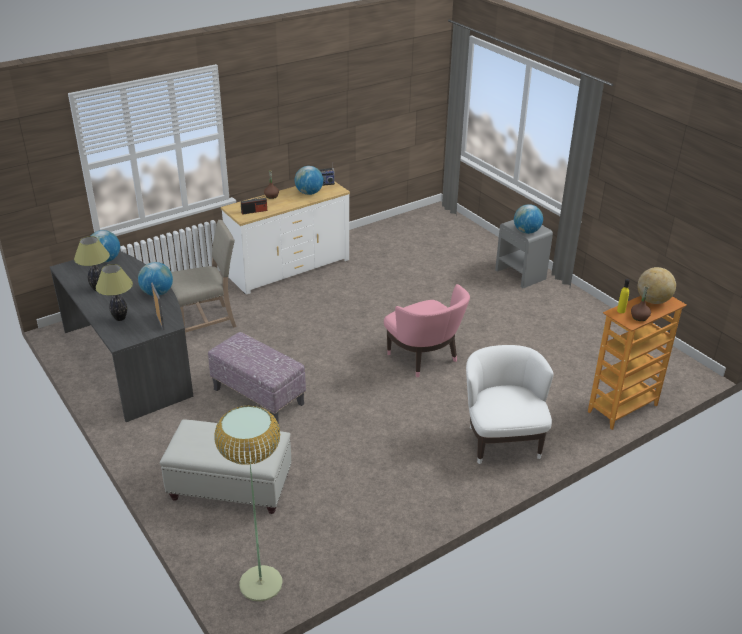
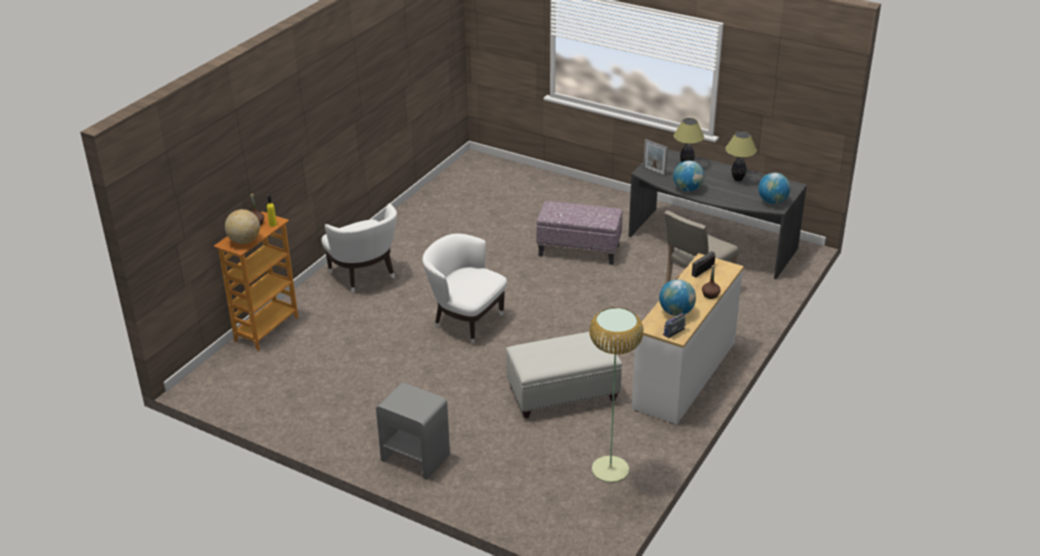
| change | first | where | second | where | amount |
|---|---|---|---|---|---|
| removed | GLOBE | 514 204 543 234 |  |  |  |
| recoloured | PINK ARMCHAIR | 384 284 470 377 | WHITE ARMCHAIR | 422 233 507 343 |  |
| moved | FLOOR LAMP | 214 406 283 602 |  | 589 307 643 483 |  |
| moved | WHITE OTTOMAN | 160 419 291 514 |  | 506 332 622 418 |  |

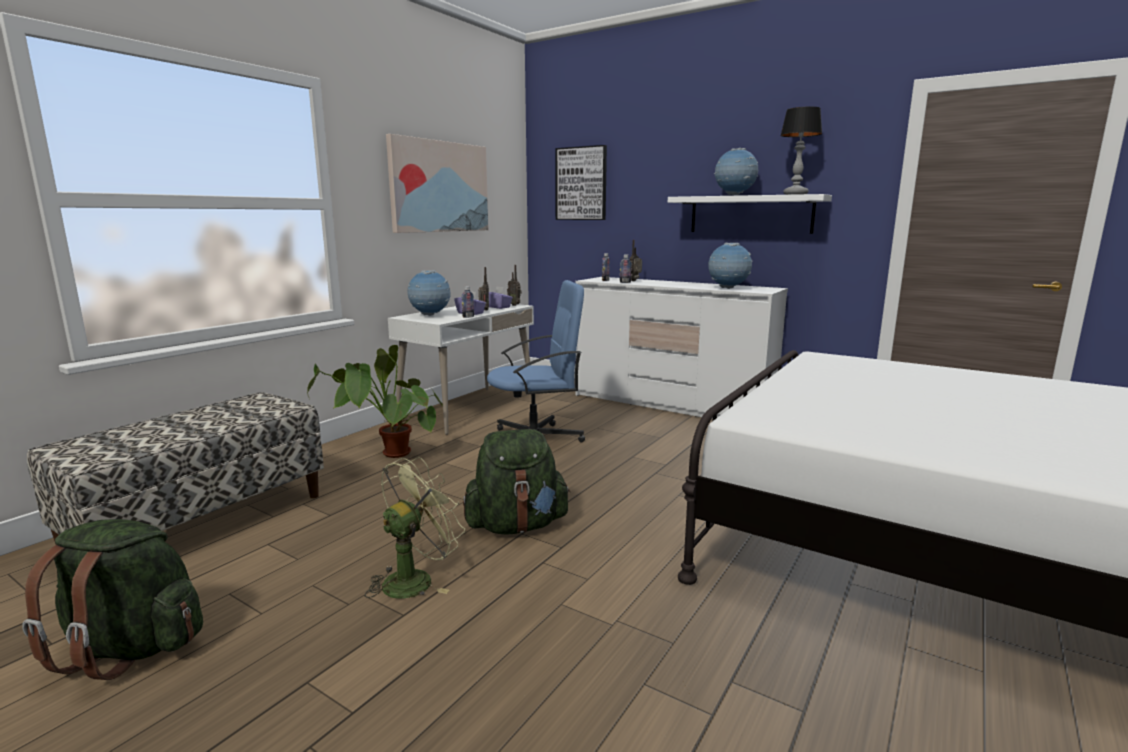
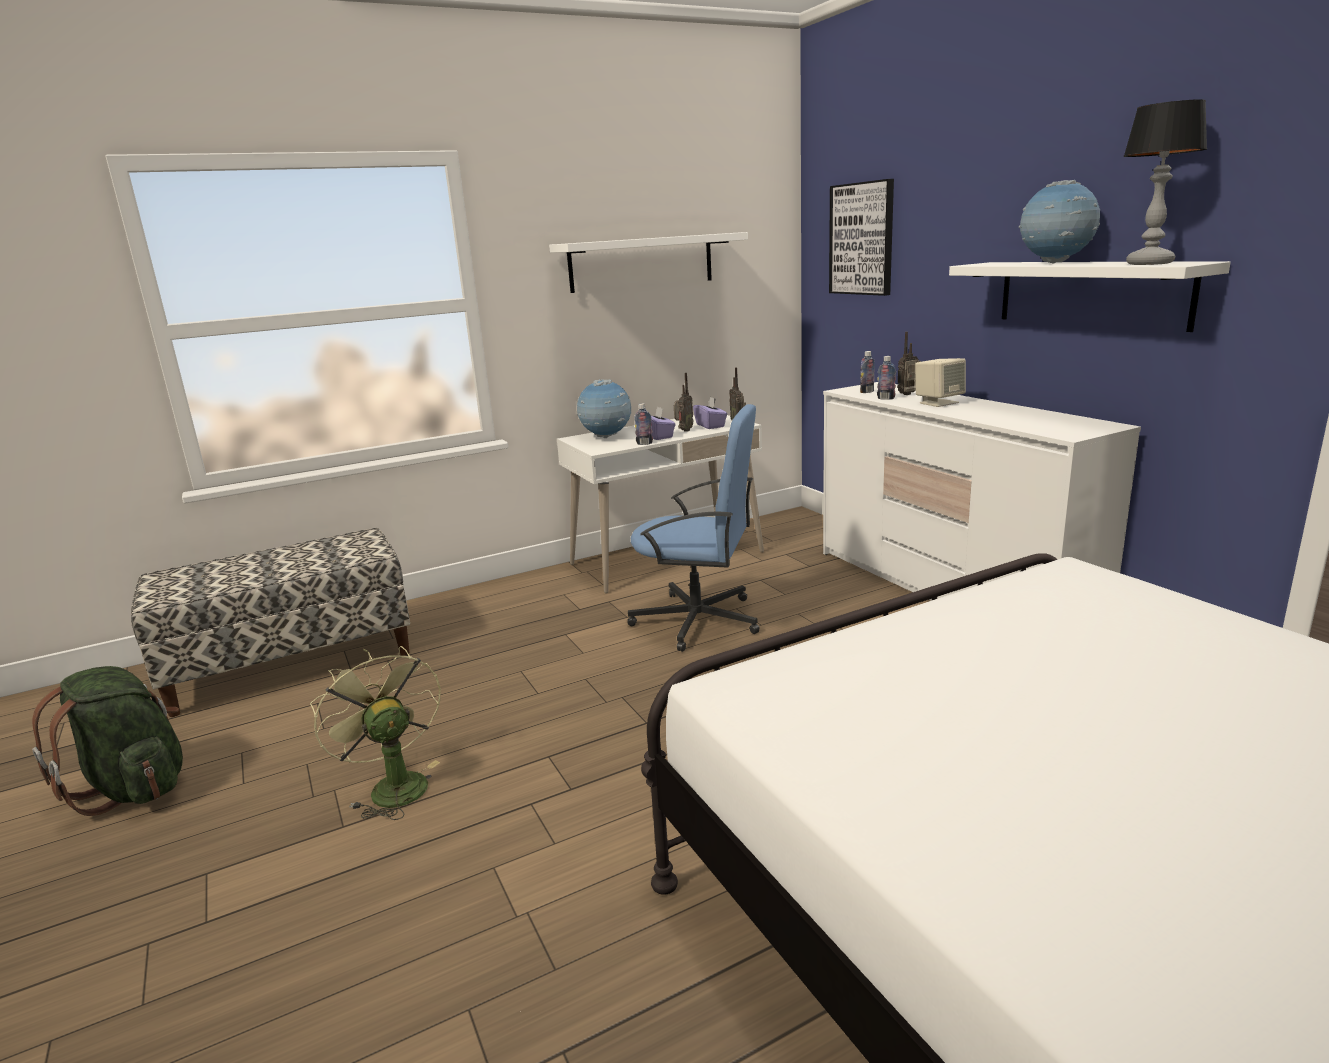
| change | first | where | second | where | amount |
|---|---|---|---|---|---|
| replaced | PICTURE | 386 134 489 233 | WHITE SHELF | 549 232 748 293 |  |
| removed | GLOBE | 708 243 752 289 |  |  |  |
| removed | POTTED PLANT | 307 345 443 458 |  |  |  |
| removed | GREEN BACKPACK | 463 429 570 535 |  |  |  |
| turned | GREEN FAN | 365 457 465 599 |  | 310 646 441 820 | 105 degrees counterclockwise |
| added |  |  | BEIGE SPEAKER | 915 358 966 407 |  |

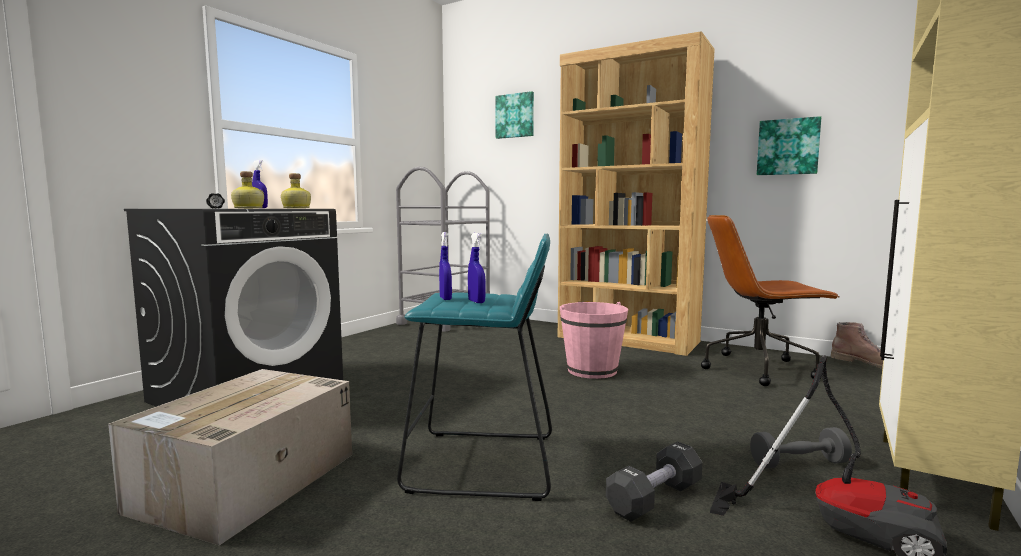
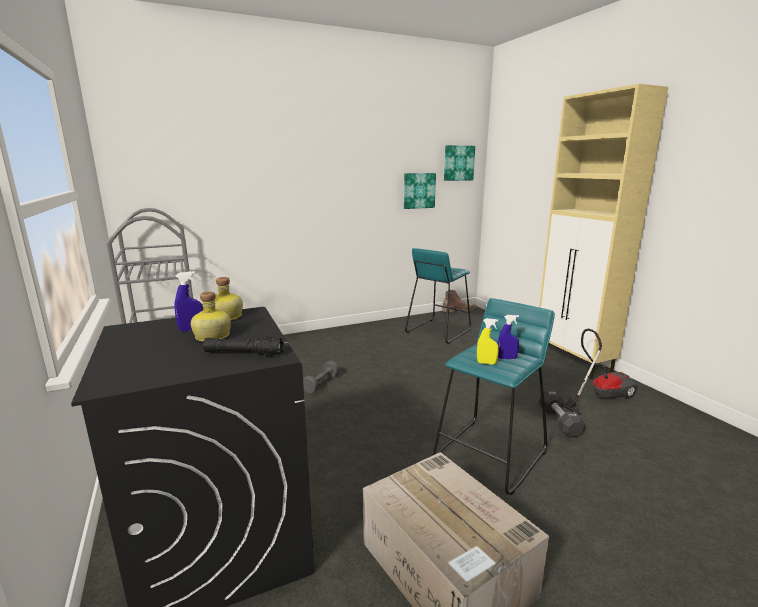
| change | first | where | second | where | amount |
|---|---|---|---|---|---|
| removed | BROWN BOOKCASE | 558 31 715 356 |  |  |  |
| moved | PICTURE | 495 91 534 139 |  | 444 145 475 181 |  |
| replaced | BROWN OFFICE CHAIR | 701 215 840 386 | TURQUOISE STOOL | 405 248 471 344 |  |
| recoloured | BLUE SPRAY BOTTLE | 439 232 452 300 | YELLOW SPRAY BOTTLE | 477 318 499 365 |  |
| removed | PINK BUCKET | 560 302 628 379 |  |  |  |
| moved | GREY DUMBBELL | 750 427 852 469 |  | 303 361 339 394 |  |

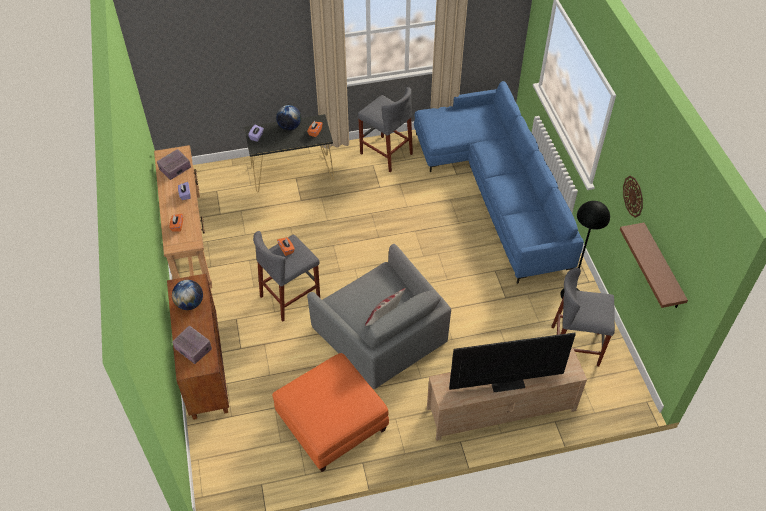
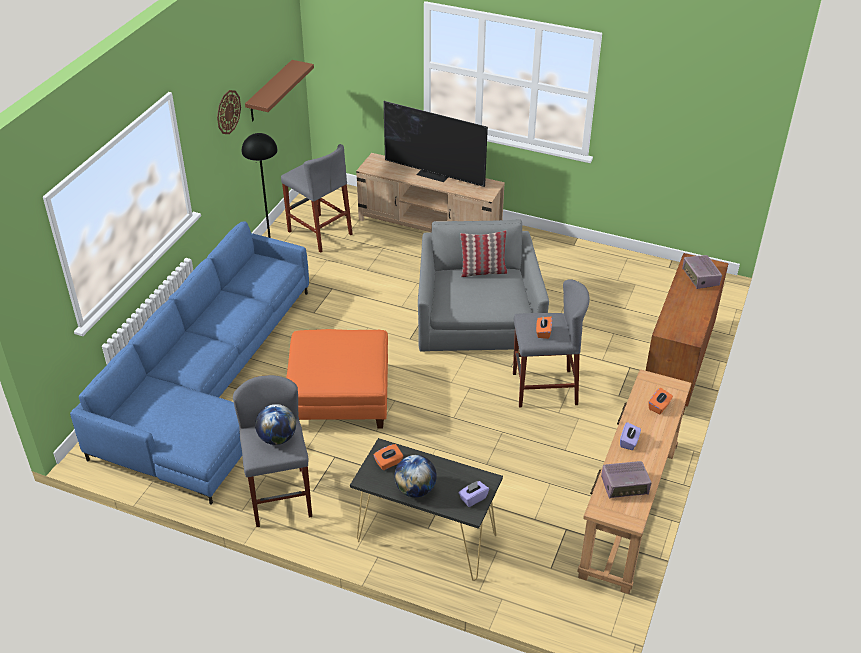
| change | first | where | second | where | amount |
|---|---|---|---|---|---|
| moved | GLOBE | 172 280 203 310 |  | 255 404 296 445 |  |
| moved | ORANGE OTTOMAN | 272 353 389 472 |  | 286 329 388 429 |  |

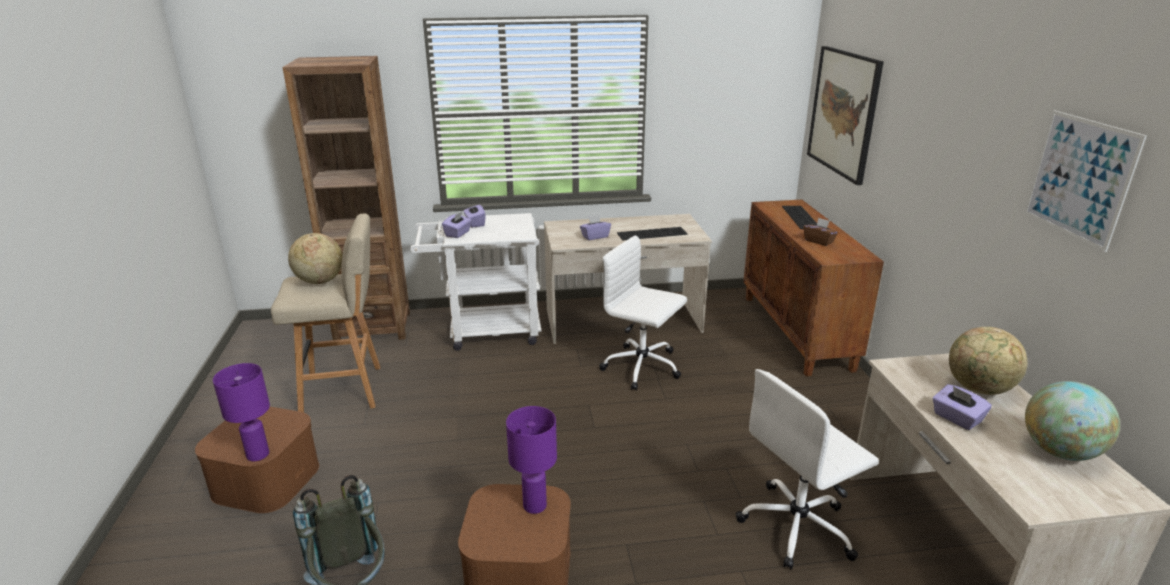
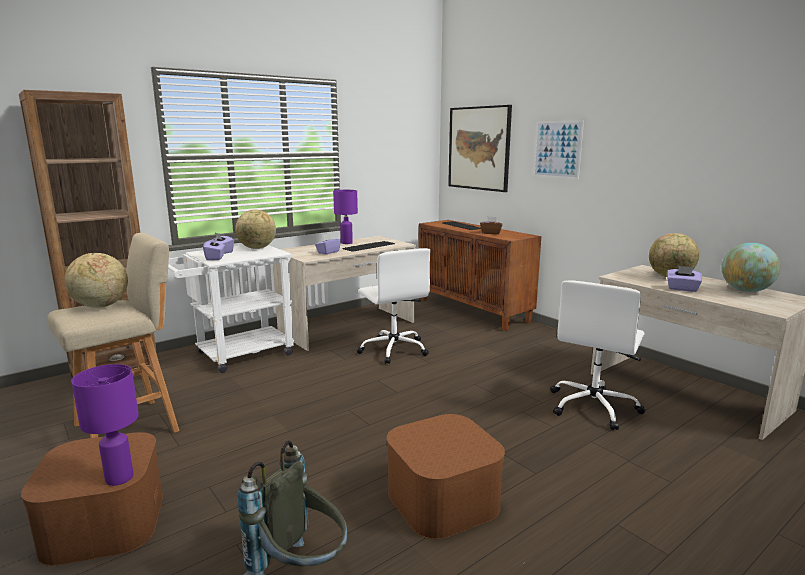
| change | first | where | second | where | amount |
|---|---|---|---|---|---|
| moved | PICTURE | 1024 110 1147 252 |  | 533 120 584 179 |  |
| turned | WHITE OFFICE CHAIR | 599 235 687 390 |  | 356 248 431 364 | 120 degrees counterclockwise |
| moved | PURPLE TABLE LAMP | 506 406 557 514 |  | 333 190 358 244 |  |
| added |  |  | GLOBE | 235 210 276 249 |  |

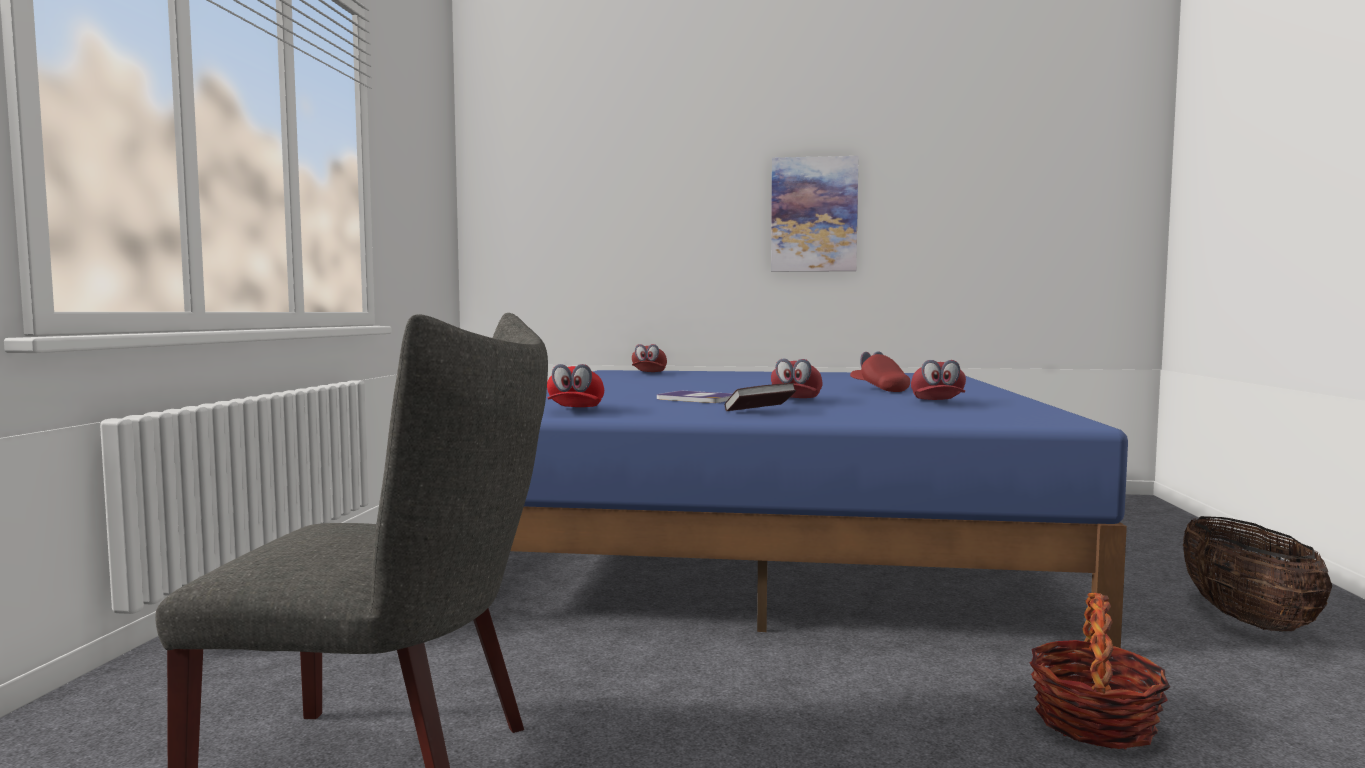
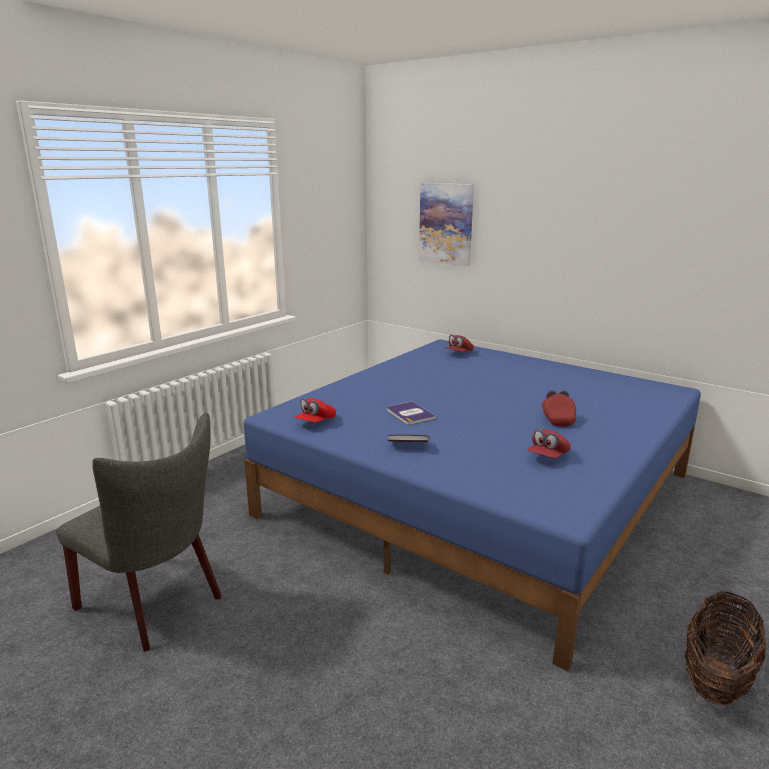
| change | first | where | second | where | amount |
|---|---|---|---|---|---|
| moved | PICTURE | 771 156 859 272 |  | 419 183 474 266 |  |
| removed | RED CAP | 771 359 823 398 |  |  |  |
| removed | BASKET | 1030 593 1170 749 |  |  |  |

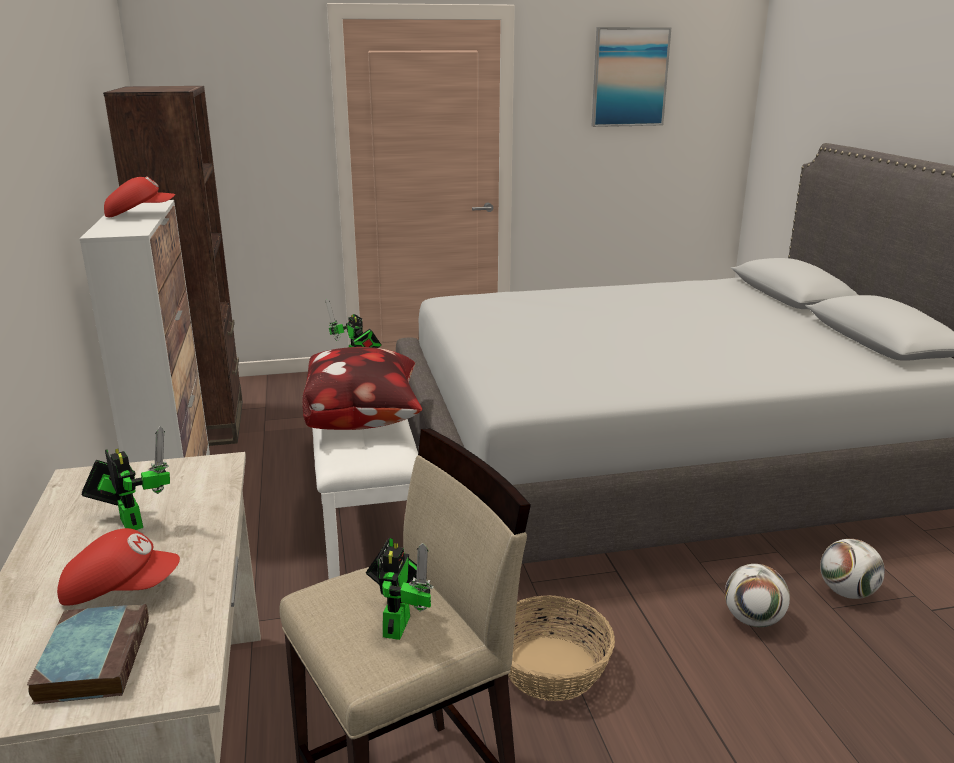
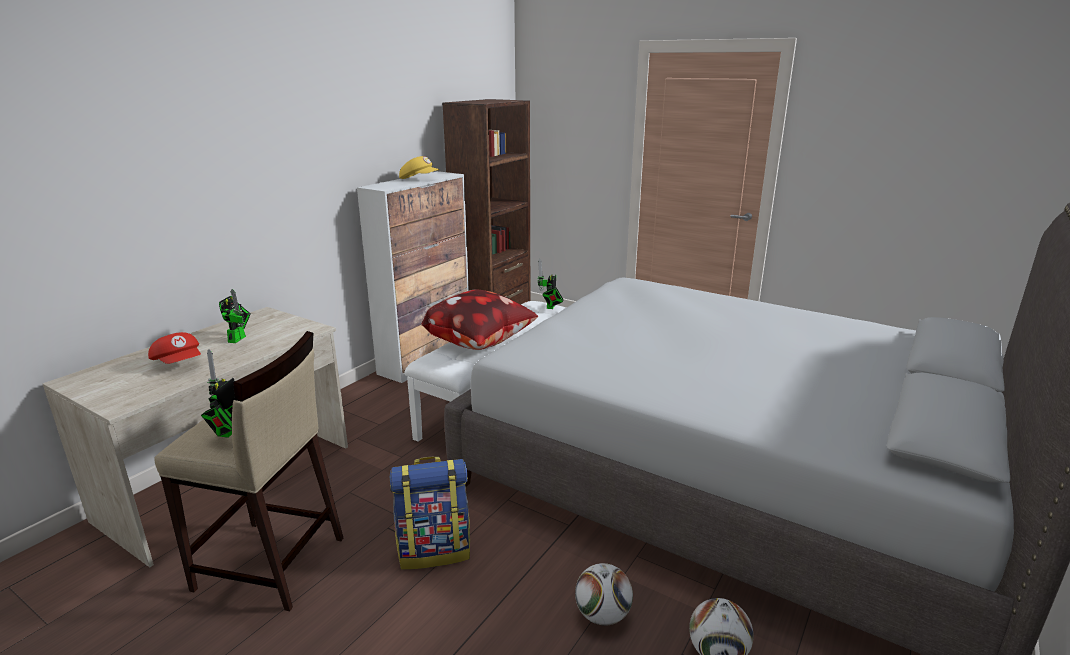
| change | first | where | second | where | amount |
|---|---|---|---|---|---|
| removed | PICTURE | 592 27 672 127 |  |  |  |
| recoloured | RED CAP | 104 176 175 217 | YELLOW CAP | 399 156 440 179 |  |
| turned | TOY ROBOT | 366 538 434 640 |  | 201 349 234 438 | 135 degrees clockwise |
| replaced | BASKET | 508 595 615 701 | BACKPACK | 390 457 470 570 |  |
| removed | BOOK | 27 604 149 705 |  |  |  |

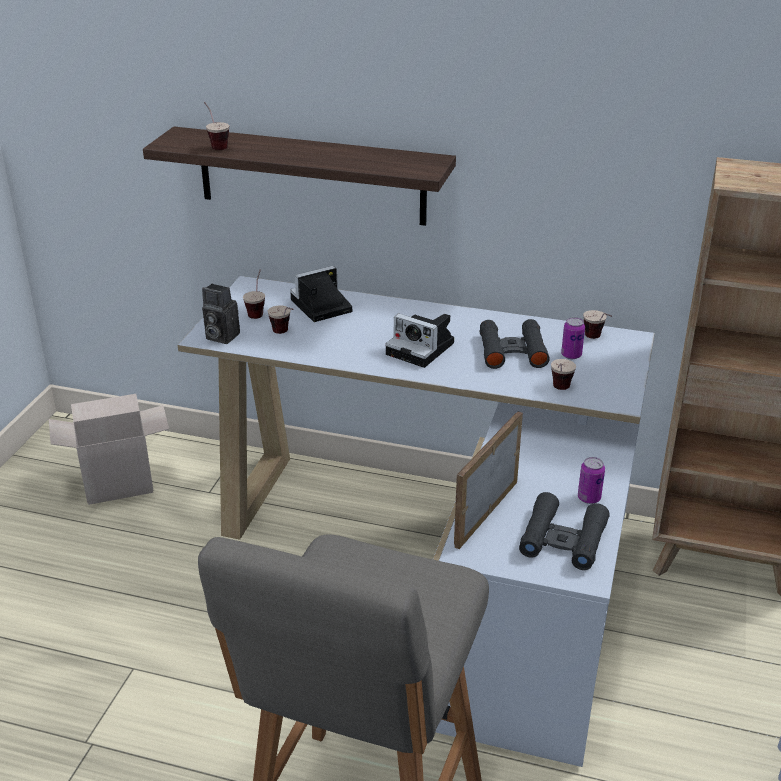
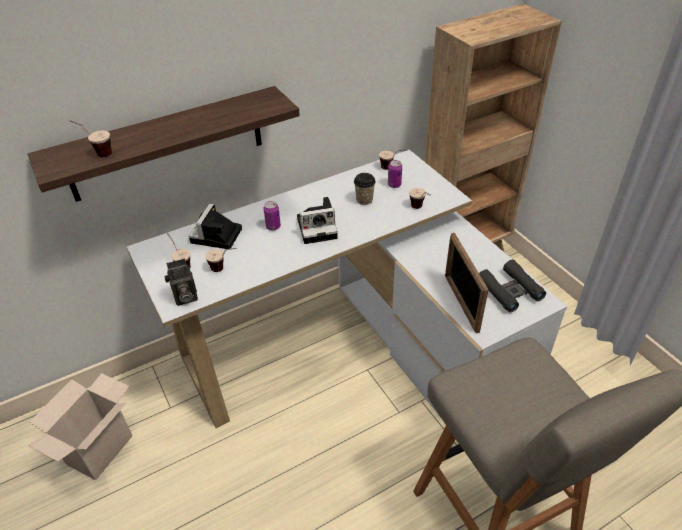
| change | first | where | second | where | amount |
|---|---|---|---|---|---|
| replaced | BLACK BINOCULARS | 480 319 550 369 | CUP | 354 173 376 205 |  |
| moved | CAN | 578 457 605 504 |  | 264 201 281 231 |  |

